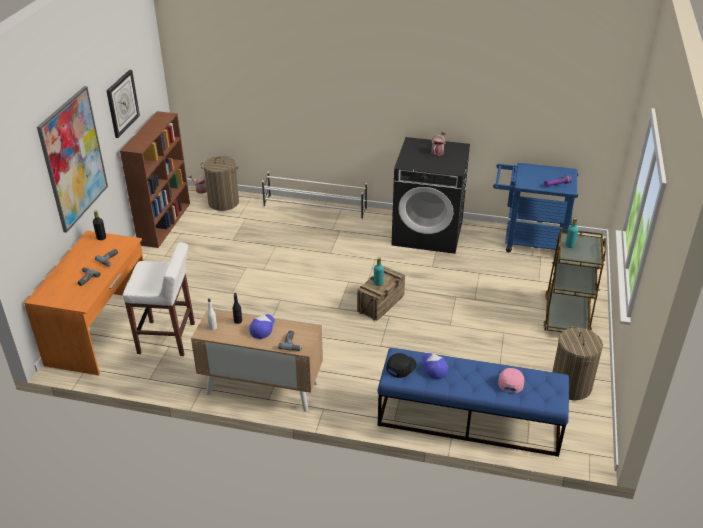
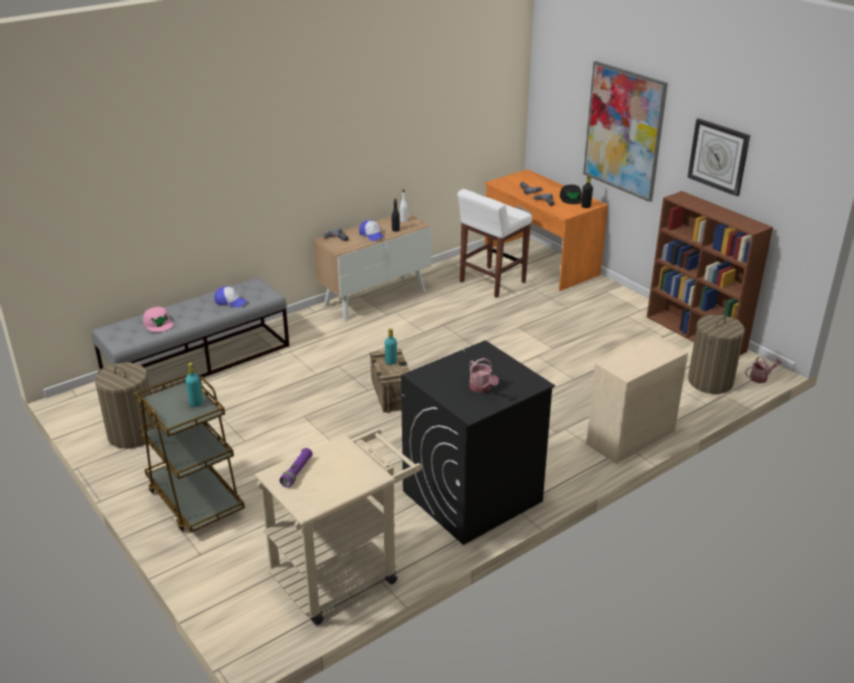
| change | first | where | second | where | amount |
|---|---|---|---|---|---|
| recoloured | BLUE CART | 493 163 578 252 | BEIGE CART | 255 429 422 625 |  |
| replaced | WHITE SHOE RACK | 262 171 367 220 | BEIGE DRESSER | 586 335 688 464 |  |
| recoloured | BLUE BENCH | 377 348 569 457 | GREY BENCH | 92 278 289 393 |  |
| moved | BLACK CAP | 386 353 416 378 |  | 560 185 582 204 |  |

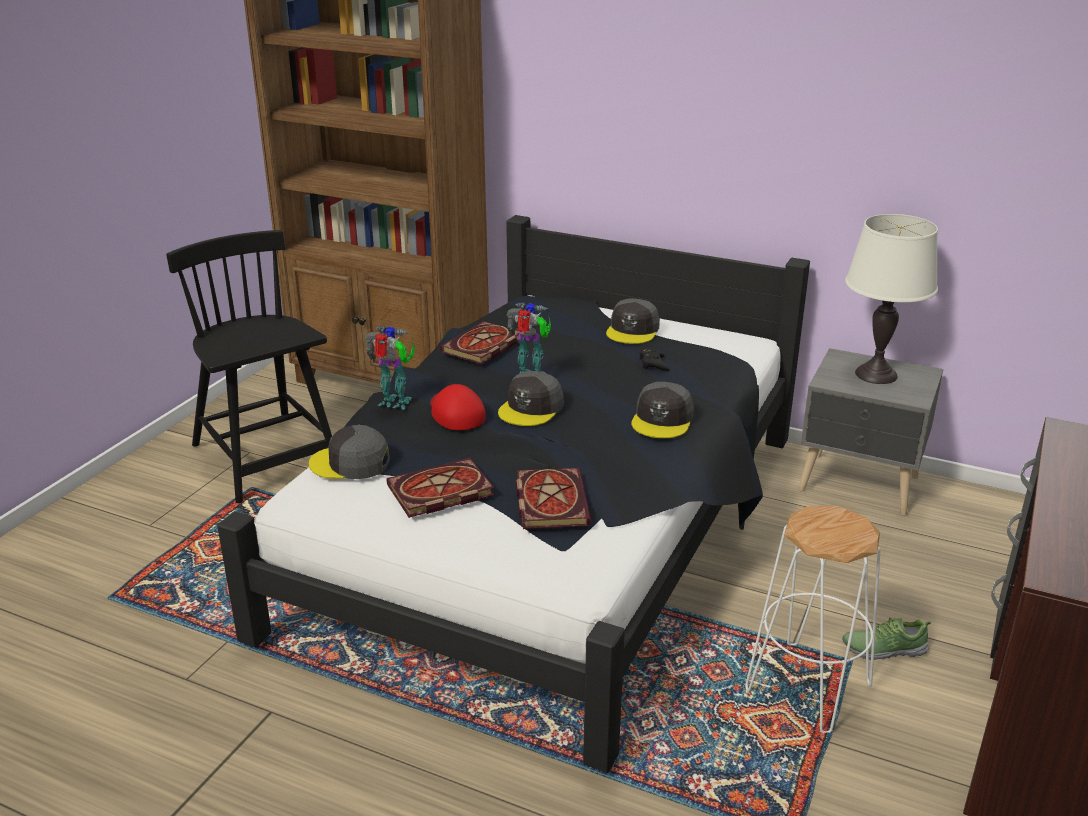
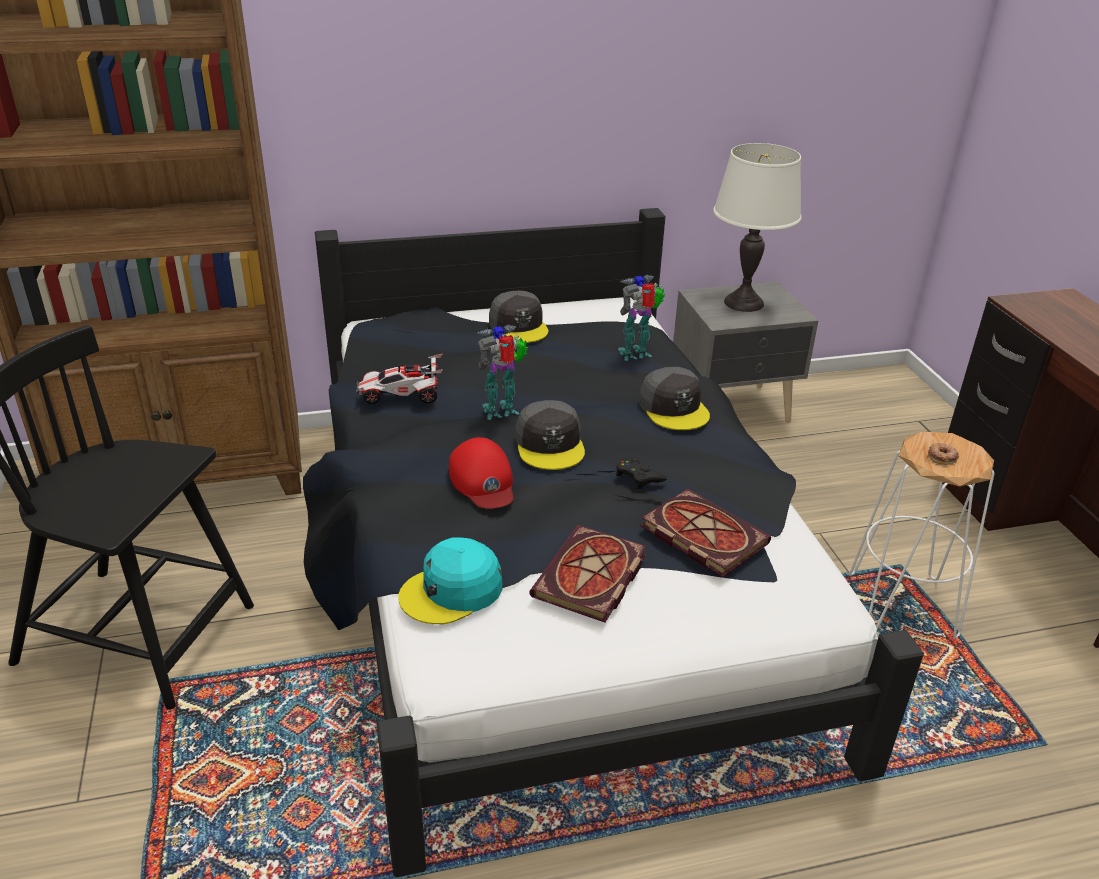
| change | first | where | second | where | amount |
|---|---|---|---|---|---|
| replaced | BOOK | 440 321 520 365 | TOY CAR | 356 354 443 404 |  |
| moved | TOY ROBOT | 365 326 415 410 |  | 618 275 665 361 |  |
| moved | BLACK GAME CONTROLLER | 639 349 670 371 |  | 616 457 667 489 |  |
| turned | RED CAP | 430 384 486 430 |  | 449 437 514 509 | 135 degrees counterclockwise |
| recoloured | GREY CAP | 309 425 390 479 | TURQUOISE CAP | 398 537 503 624 |  |
| removed | SHOE | 842 617 931 660 |  |  |  |
| added |  |  | DONUT | 928 443 959 465 |  |

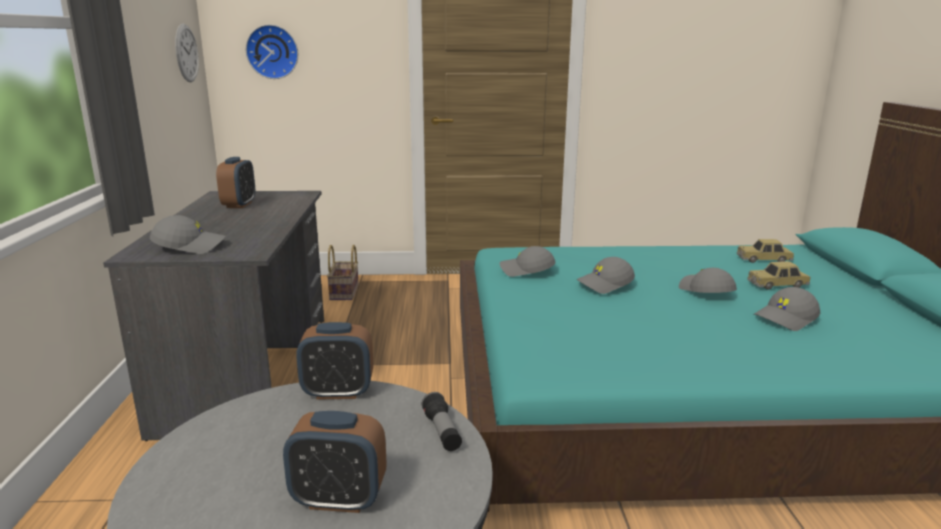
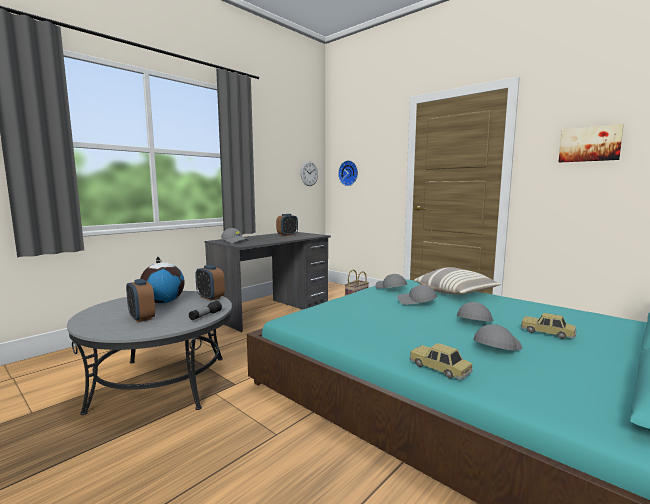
| change | first | where | second | where | amount |
|---|---|---|---|---|---|
| moved | TOY CAR | 737 239 794 263 |  | 410 343 473 380 |  |
| turned | GREY CAP | 754 287 820 331 |  | 473 324 522 350 | 120 degrees clockwise |
| added |  |  | PICTURE | 559 124 624 163 |  |
| added |  |  | GLOBE | 140 257 185 304 |  |
| added |  |  | PILLOW | 414 267 501 295 |  |

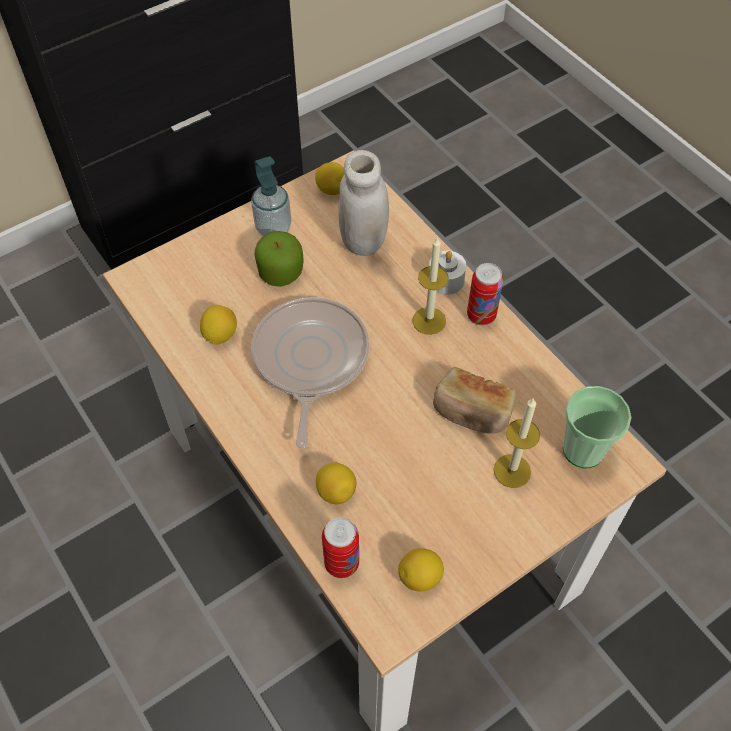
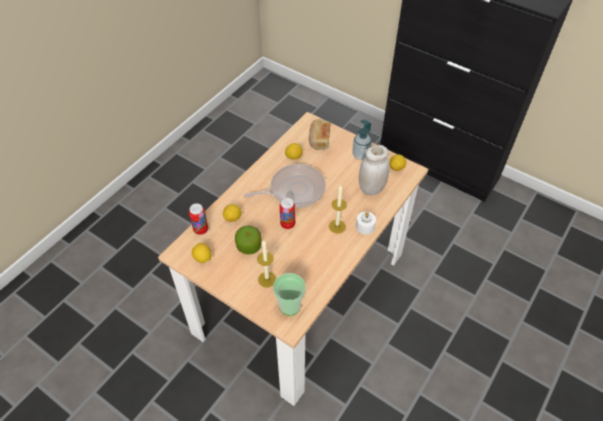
| change | first | where | second | where | amount |
|---|---|---|---|---|---|
| moved | APPLE | 254 231 304 287 |  | 235 226 262 255 |  |
| moved | CAN | 467 263 503 325 |  | 280 198 295 229 |  |
| moved | BREAD | 433 367 516 434 |  | 309 119 330 150 |  |

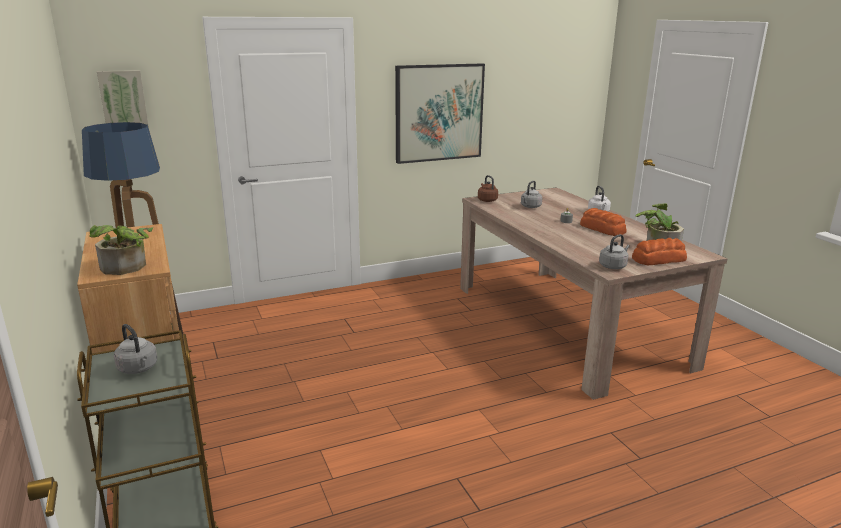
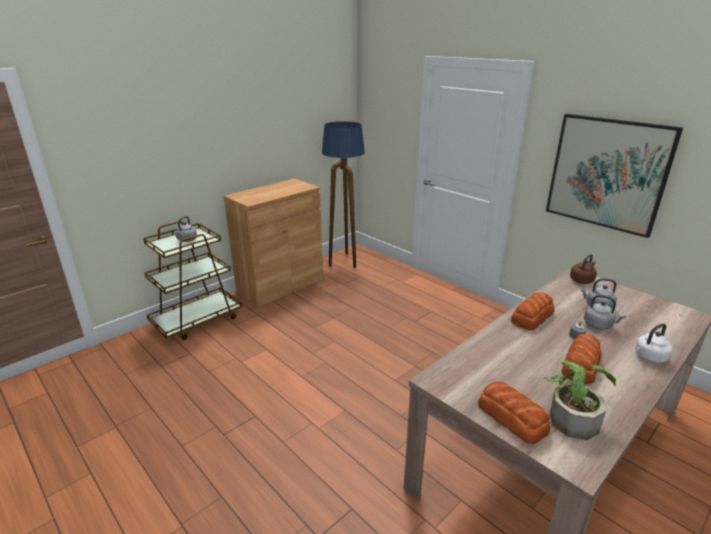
| change | first | where | second | where | amount |
|---|---|---|---|---|---|
| removed | PICTURE | 97 70 149 128 |  |  |  |
| removed | POTTED PLANT | 89 225 153 275 |  |  |  |
| moved | GREY KETTLE | 599 234 630 269 |  | 584 295 626 330 |  |
| added |  |  | BREAD | 511 292 555 330 |  |

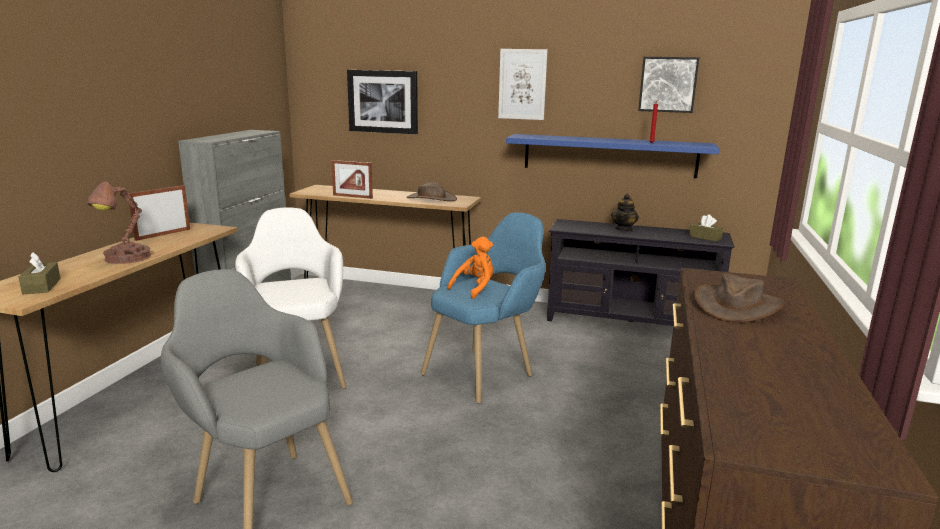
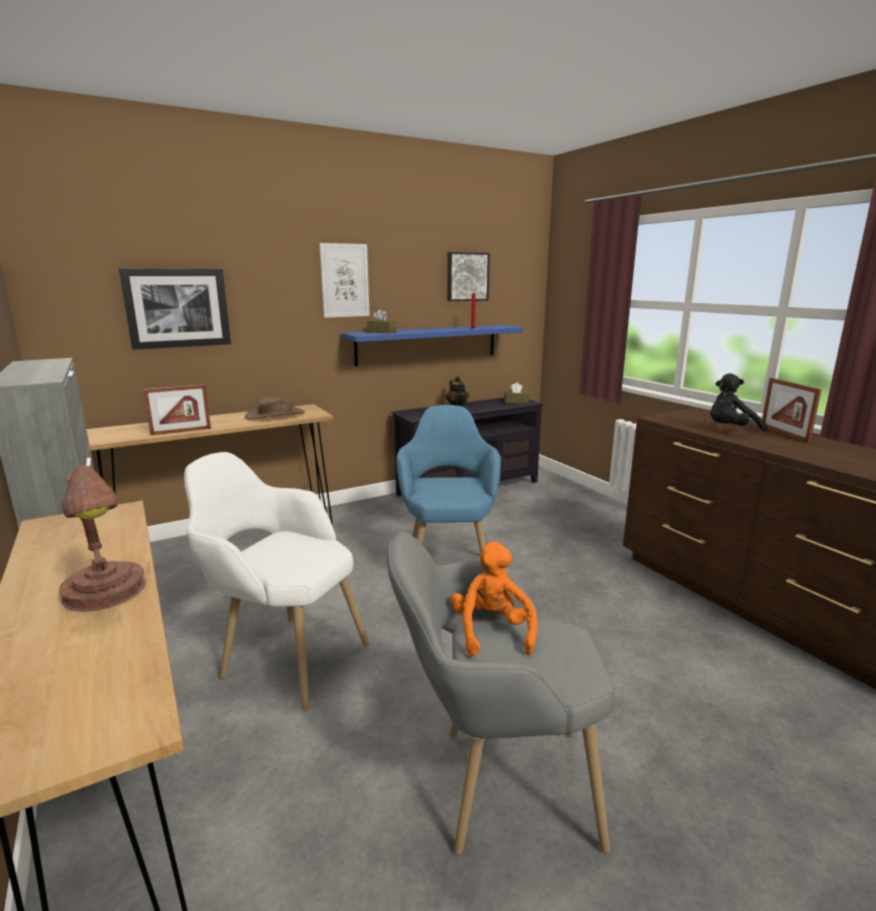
| change | first | where | second | where | amount |
|---|---|---|---|---|---|
| moved | PICTURE FRAME | 128 185 190 241 |  | 762 378 822 443 |  |
| moved | ORANGE PLUSH TOY | 447 237 493 299 |  | 451 542 537 656 |  |
| moved | BROWN TISSUE BOX | 19 252 60 294 |  | 367 309 397 334 |  |
| replaced | BROWN HAT | 694 273 785 322 | BLACK PLUSH TOY | 710 373 767 431 |  |

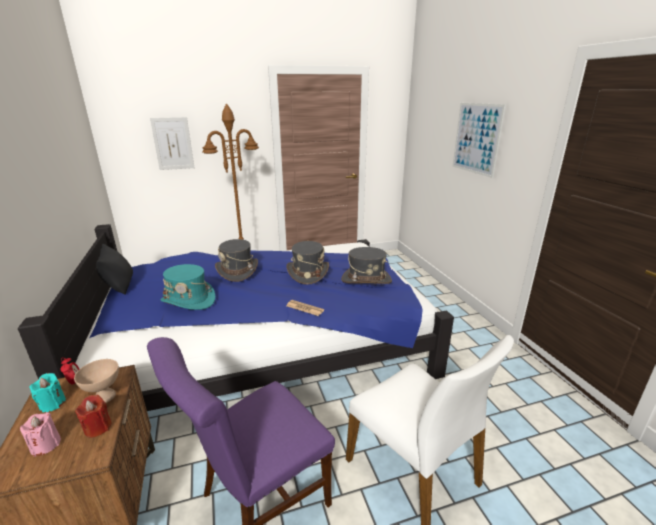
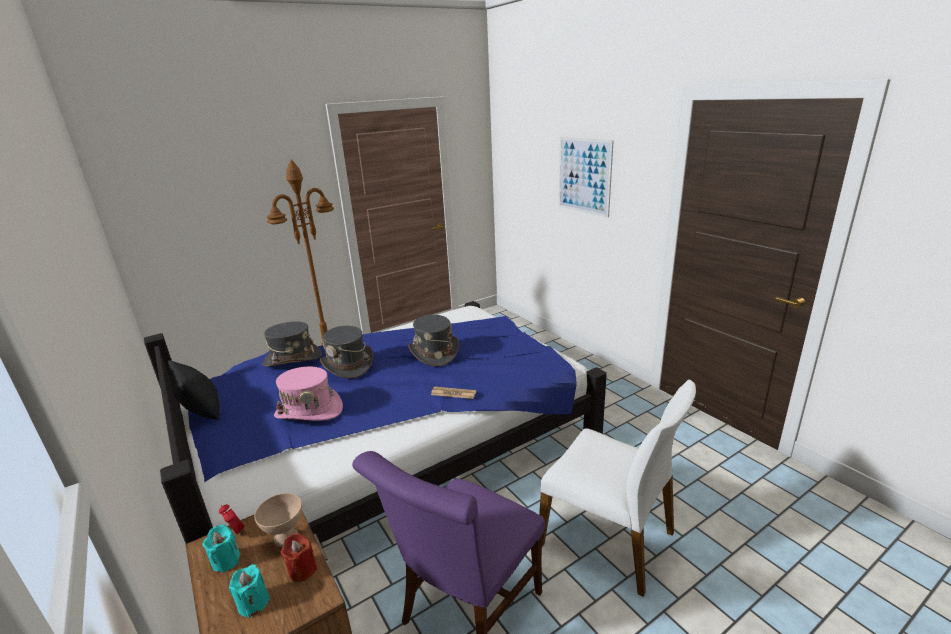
| change | first | where | second | where | amount |
|---|---|---|---|---|---|
| removed | PICTURE | 150 117 195 170 |  |  |  |
| moved | GREY HAT | 341 247 392 284 |  | 263 321 322 367 |  |
| recoloured | TURQUOISE HAT | 160 264 215 310 | PINK HAT | 274 367 343 421 |  |
| recoloured | PINK CANDLE | 20 412 61 457 | TURQUOISE CANDLE | 229 564 270 618 |  |

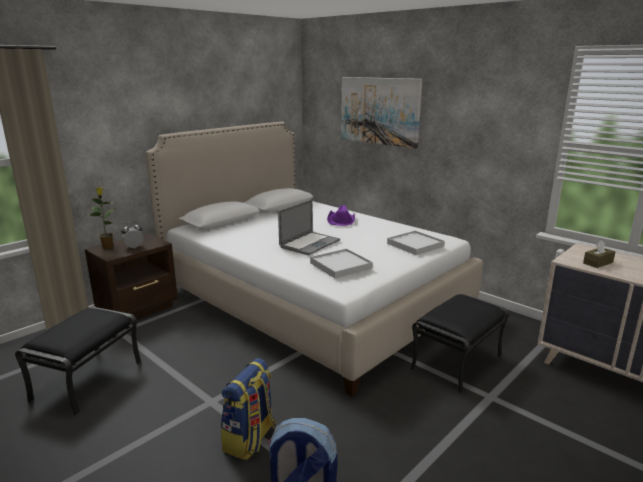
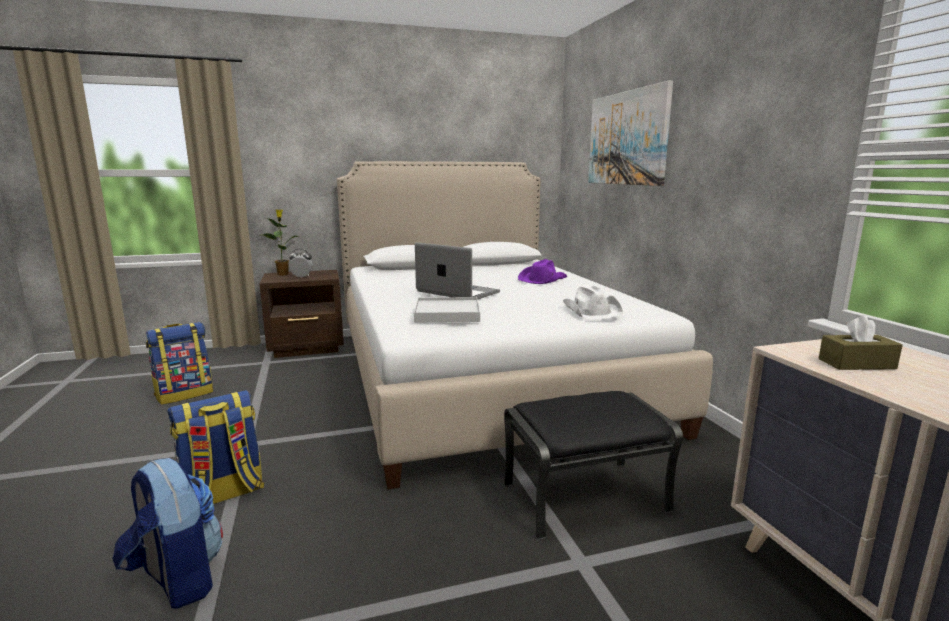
| change | first | where | second | where | amount |
|---|---|---|---|---|---|
| turned | LAPTOP | 278 199 340 255 |  | 415 242 500 299 | 120 degrees counterclockwise |
| replaced | WHITE TRAY | 387 231 445 255 | WHITE HAT | 563 286 623 320 |  |
| replaced | BLACK OTTOMAN | 15 307 141 416 | BACKPACK | 146 322 213 405 |  |

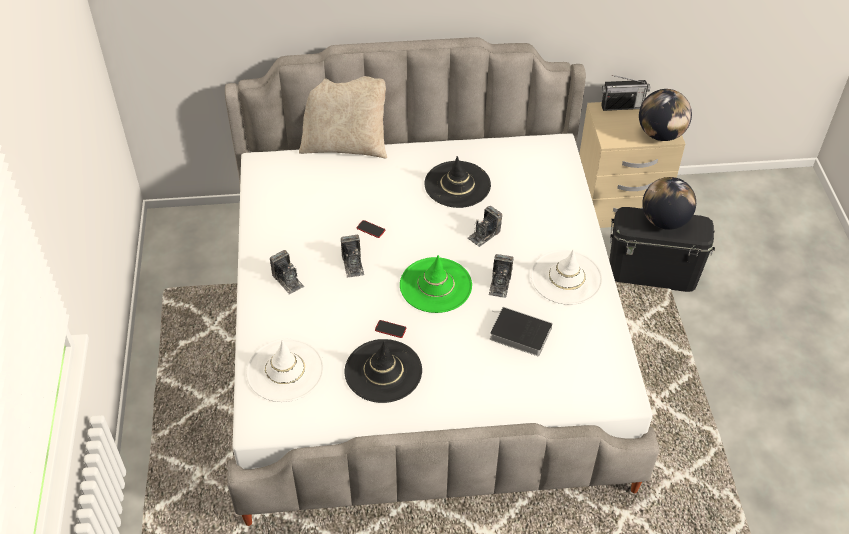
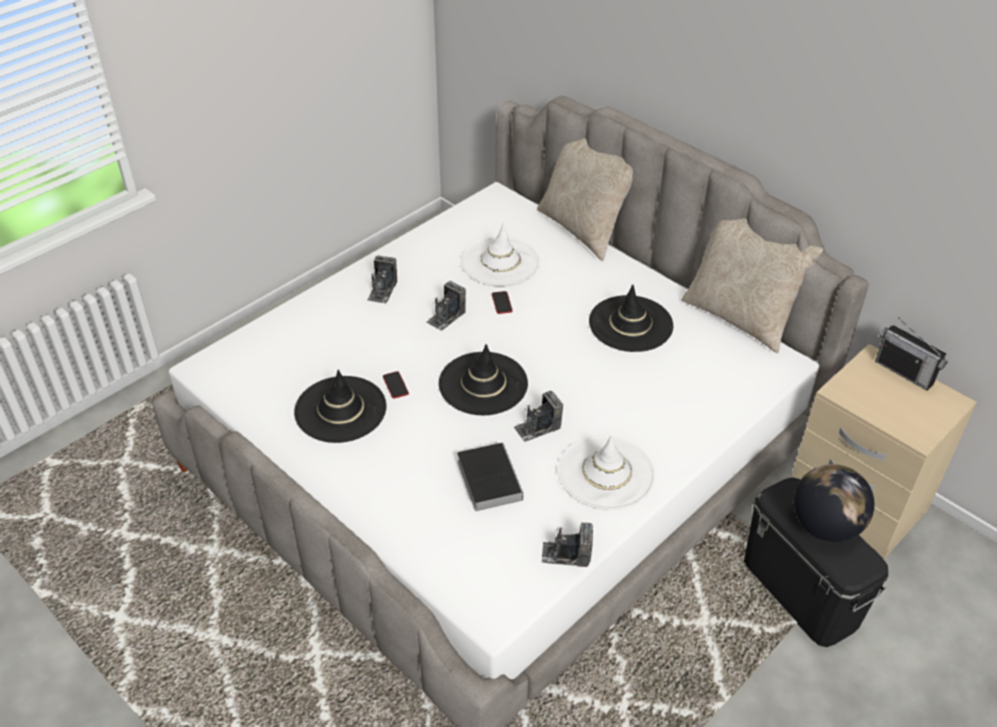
| change | first | where | second | where | amount |
|---|---|---|---|---|---|
| removed | GLOBE | 639 89 692 141 |  |  |  |
| moved | PHOTO CAMERA | 467 206 502 247 |  | 542 522 593 567 |  |
| recoloured | GREEN HAT | 400 255 472 313 | BLACK HAT | 439 344 528 415 |  |
| moved | WHITE HAT | 246 339 324 402 |  | 461 223 540 287 |  |
| added |  |  | BEIGE PILLOW | 682 218 823 353 |  |

